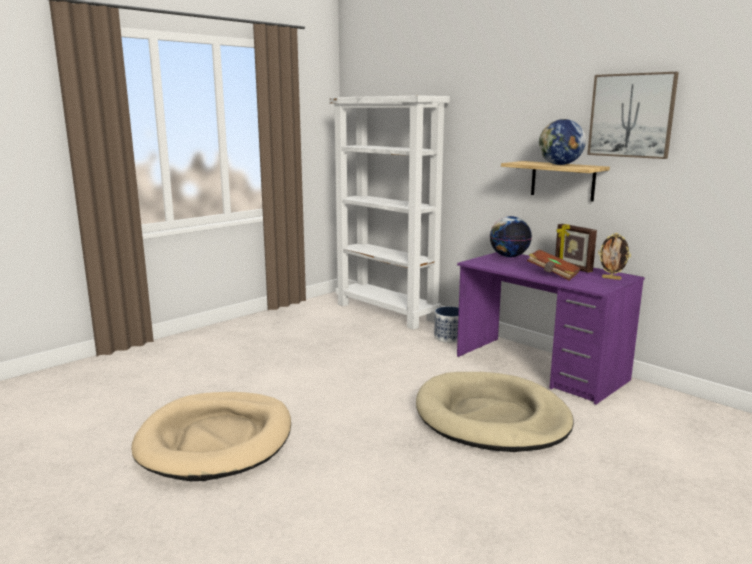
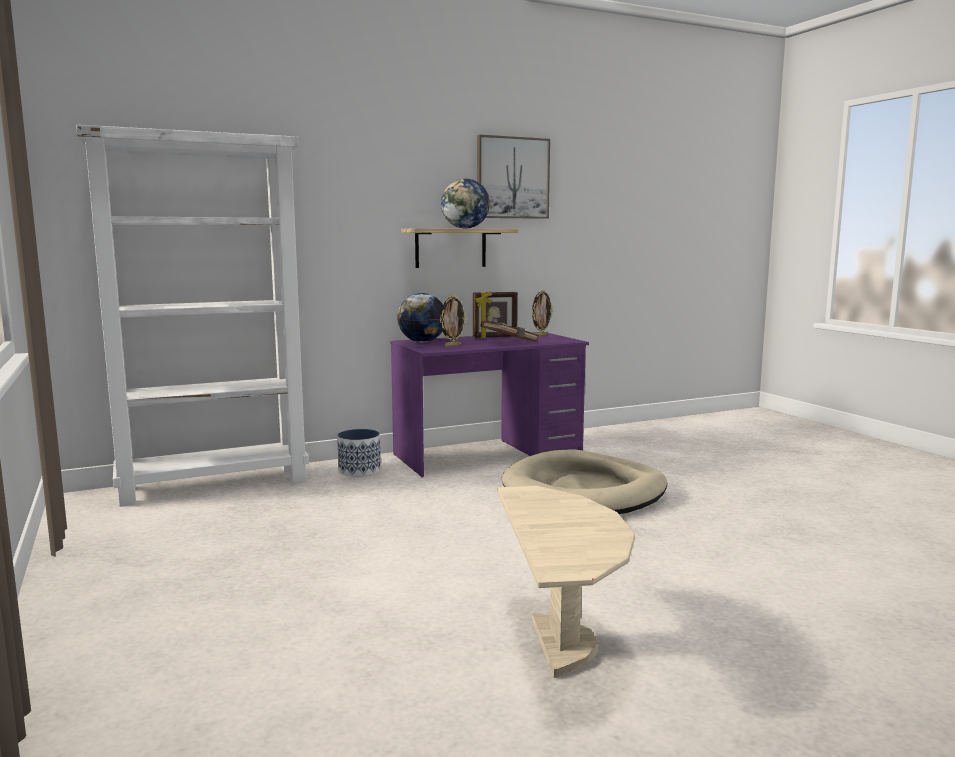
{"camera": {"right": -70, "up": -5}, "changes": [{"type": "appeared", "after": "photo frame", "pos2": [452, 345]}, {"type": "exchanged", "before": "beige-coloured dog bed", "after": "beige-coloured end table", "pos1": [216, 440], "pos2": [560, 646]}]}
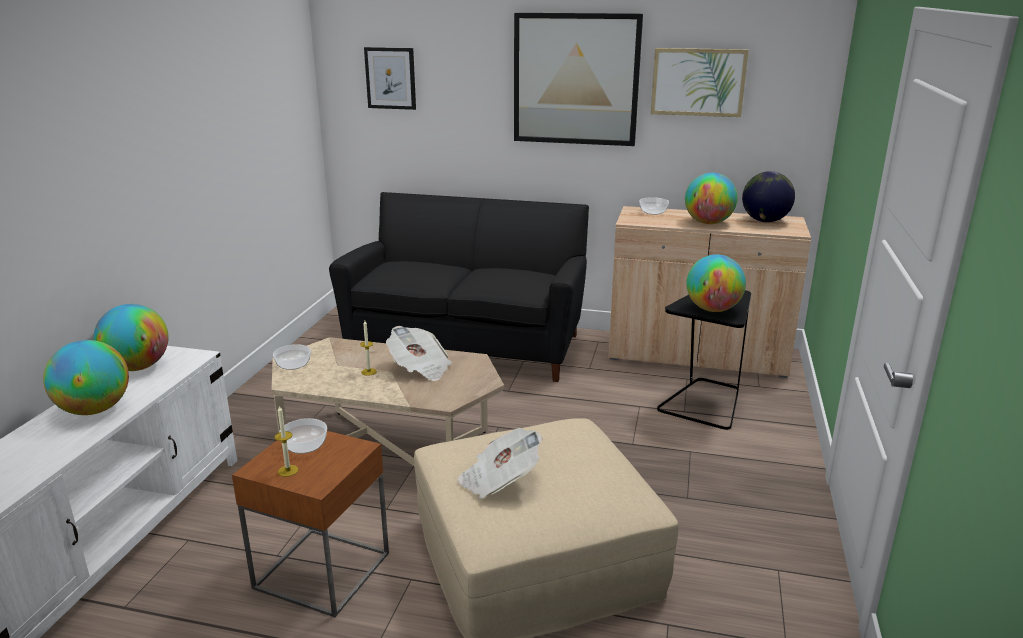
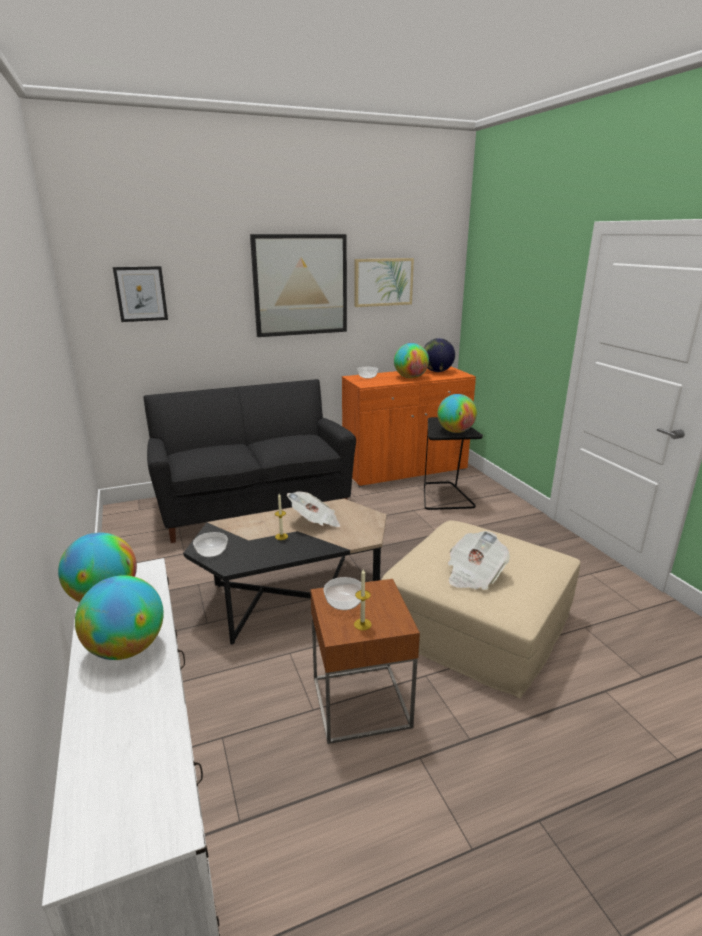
{"camera": {"right": -35, "up": 0}, "changes": [{"type": "colour", "before": "beige-coloured low table", "after": "black-coloured low table", "pos1": [390, 449], "pos2": [294, 596]}, {"type": "colour", "before": "beige-coloured cupboard", "after": "orange cupboard", "pos1": [697, 355], "pos2": [405, 470]}]}
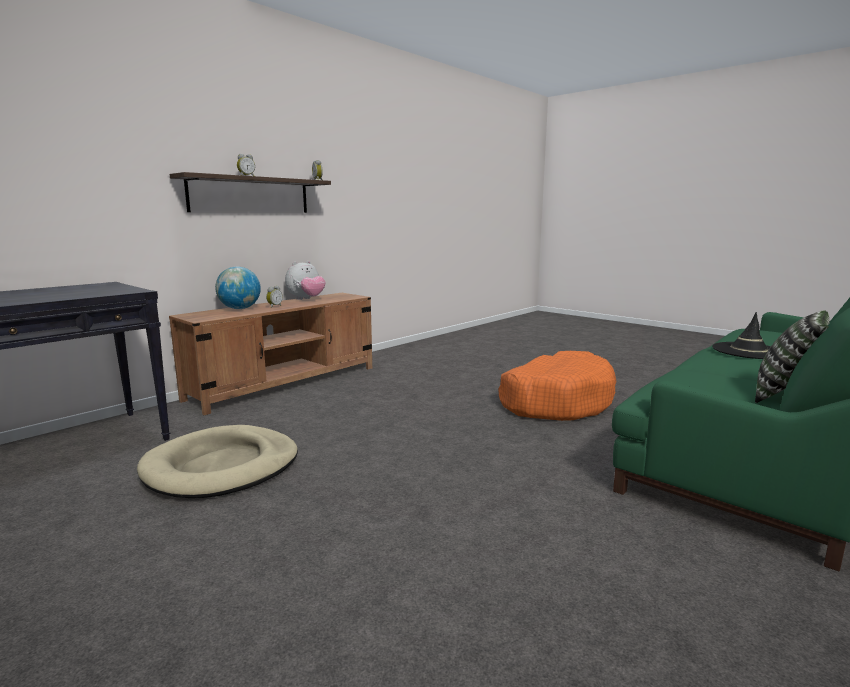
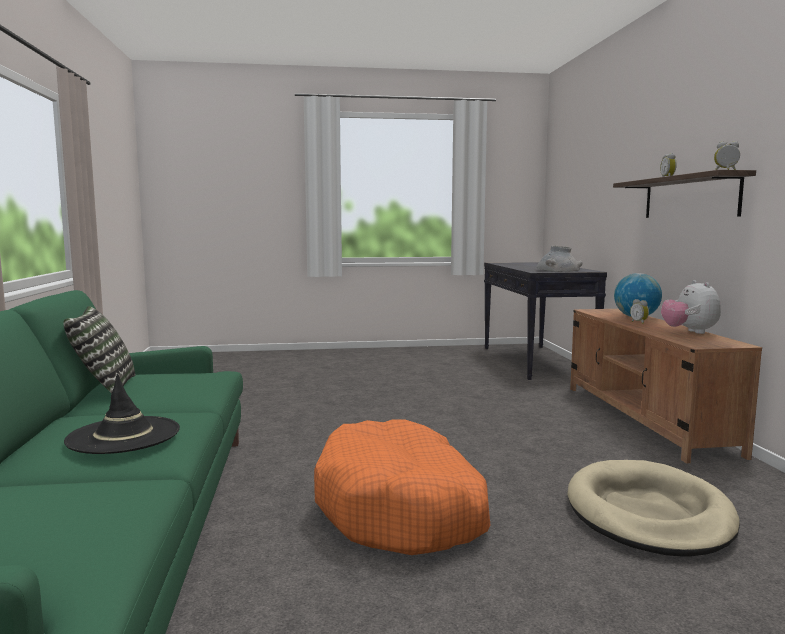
{"camera": {"right": 130, "up": -5}, "changes": [{"type": "appeared", "after": "grey vase", "pos2": [558, 270]}, {"type": "relocated", "before": "beige-coloured dog bed", "pos1": [222, 467], "pos2": [648, 514]}]}
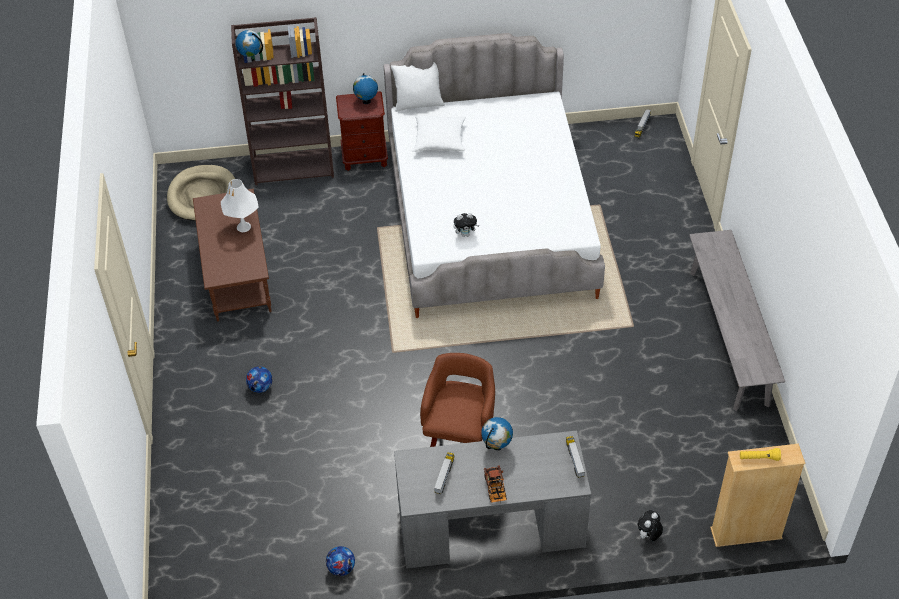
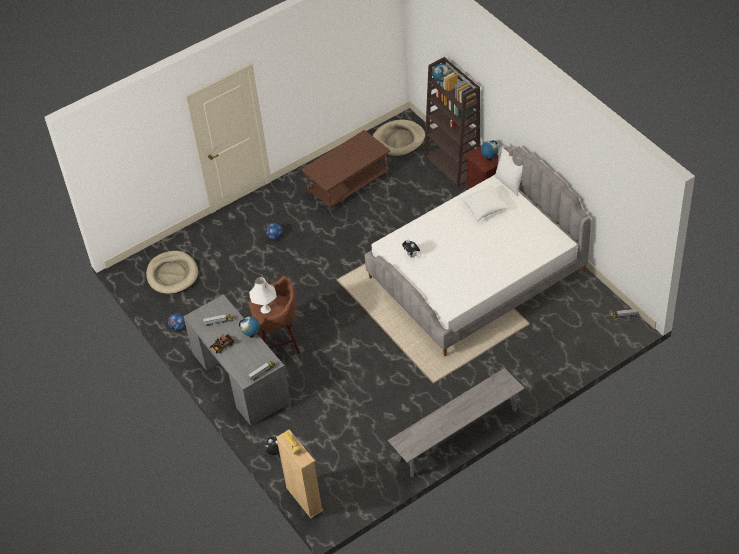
{"camera": {"right": 65, "up": 0}, "changes": [{"type": "appeared", "after": "beige-coloured dog bed", "pos2": [172, 274]}, {"type": "relocated", "before": "white-coloured table lamp", "pos1": [243, 227], "pos2": [265, 309]}]}
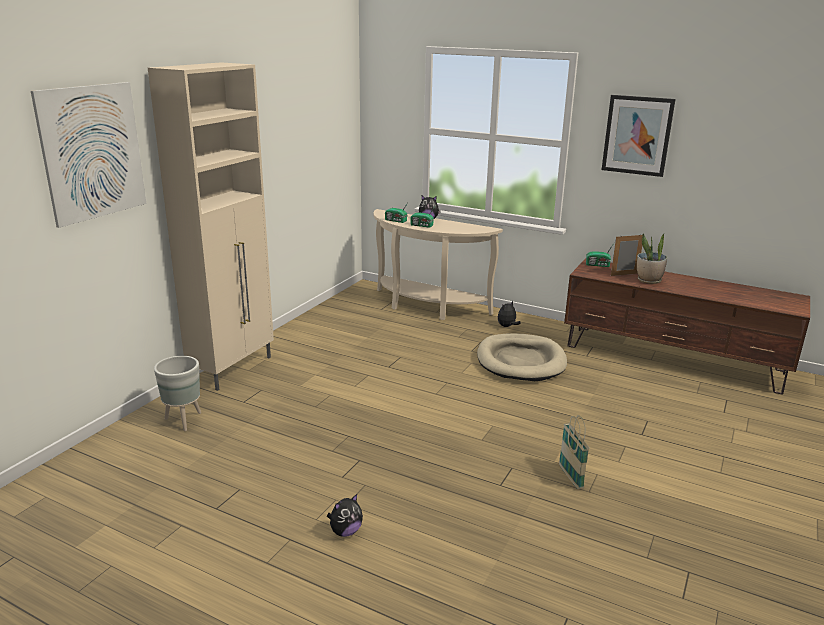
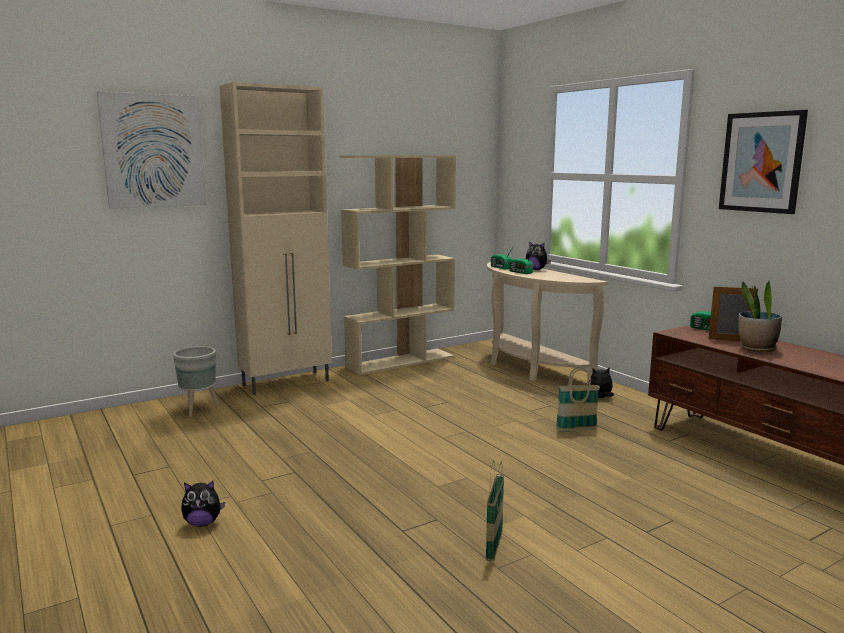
{"camera": {"right": 30, "up": -10}, "changes": [{"type": "appeared", "after": "beige-coloured bookshelf", "pos2": [401, 361]}, {"type": "exchanged", "before": "beige-coloured dog bed", "after": "household basket", "pos1": [521, 361], "pos2": [576, 429]}]}
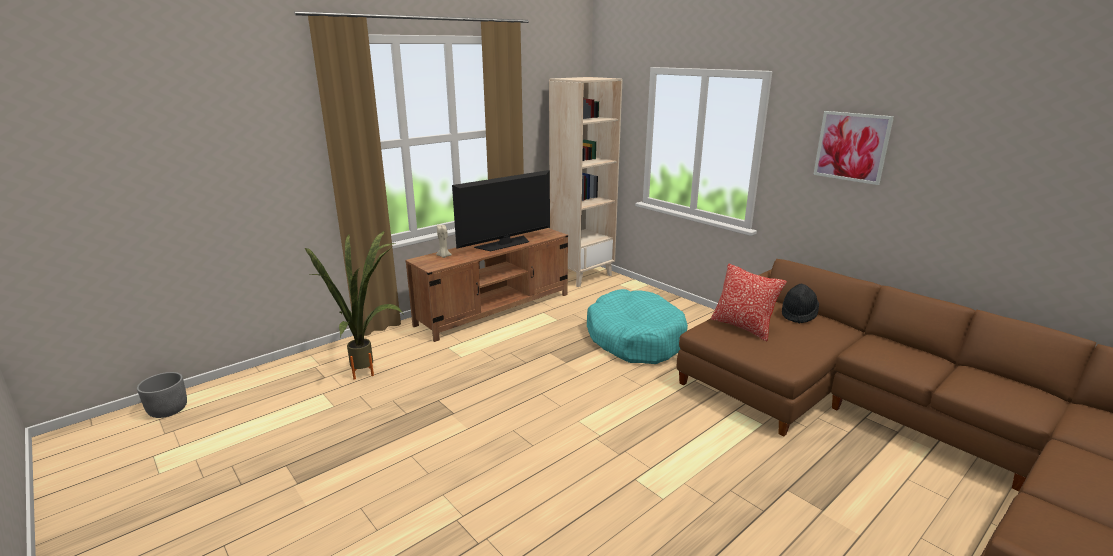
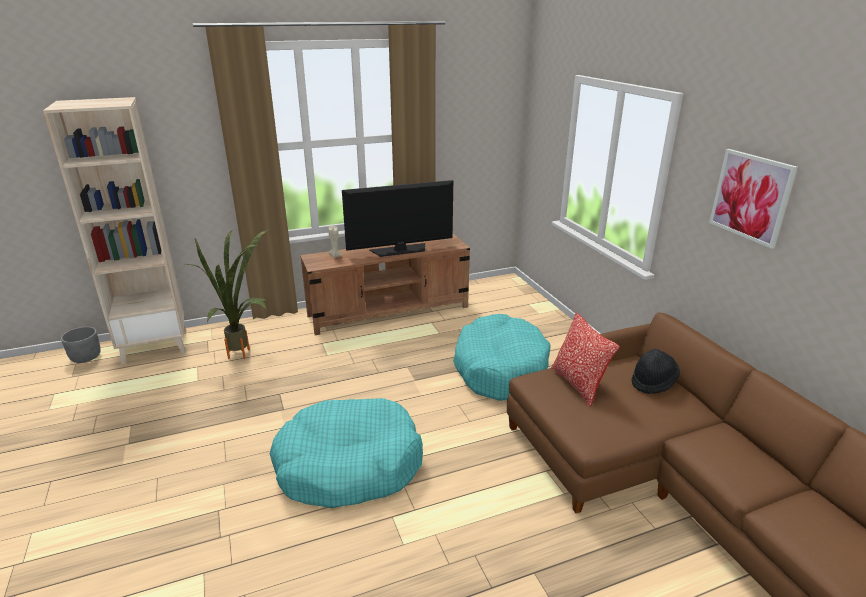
{"camera": {"right": 20, "up": 5}, "changes": [{"type": "appeared", "after": "turquoise dog bed", "pos2": [349, 465]}, {"type": "relocated", "before": "beige-coloured bookshelf", "pos1": [582, 275], "pos2": [155, 346]}]}
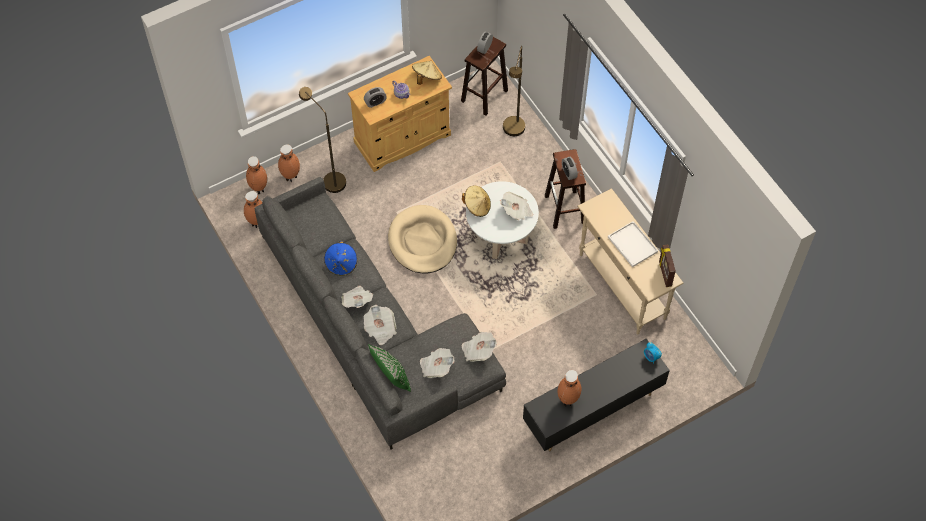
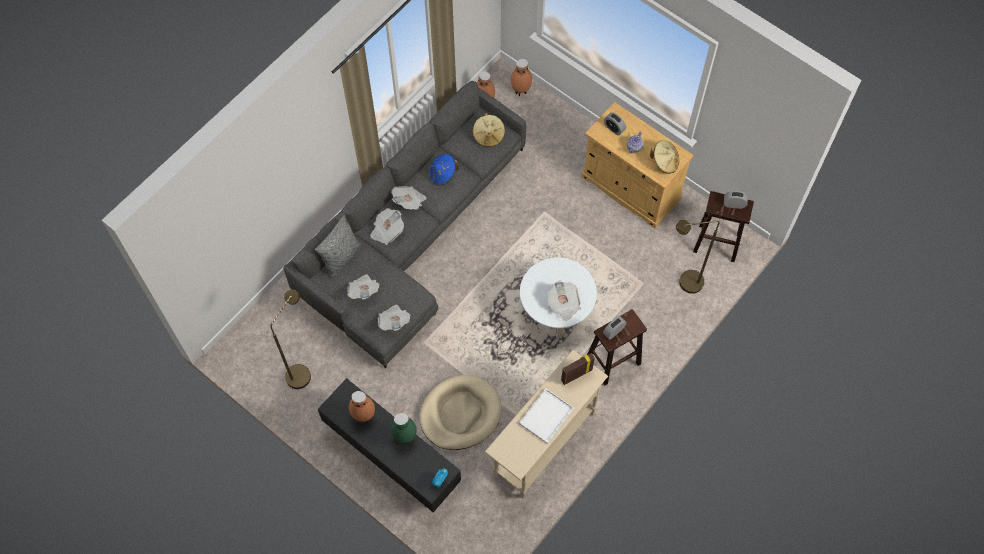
{"camera": {"right": 70, "up": 5}, "changes": [{"type": "missing", "before": "brownish vase", "pos1": [290, 177]}, {"type": "appeared", "after": "green-coloured vase", "pos2": [404, 438]}, {"type": "relocated", "before": "brownish standard lamp", "pos1": [329, 179], "pos2": [301, 370]}, {"type": "relocated", "before": "beige-coloured dog bed", "pos1": [422, 241], "pos2": [460, 414]}, {"type": "relocated", "before": "beige-coloured clothing hat", "pos1": [477, 206], "pos2": [489, 136]}, {"type": "relocated", "before": "photo frame", "pos1": [664, 274], "pos2": [576, 374]}, {"type": "colour", "before": "green-coloured throw pillow", "after": "grey throw pillow", "pos1": [391, 377], "pos2": [341, 257]}]}
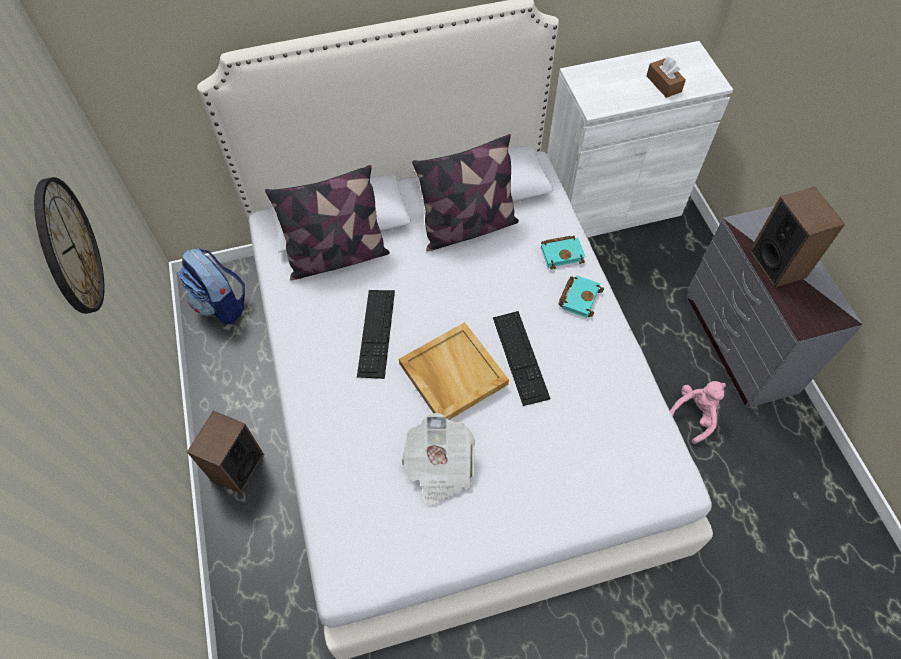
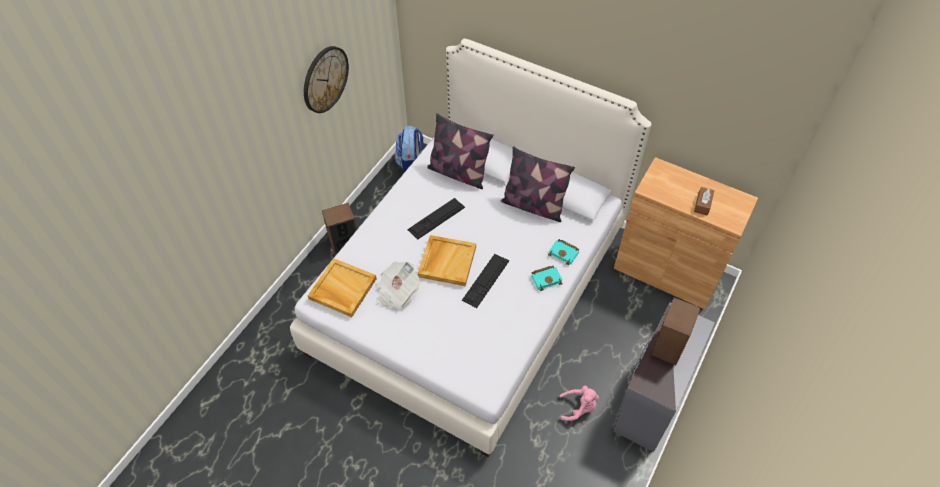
{"camera": {"right": 45, "up": -5}, "changes": [{"type": "appeared", "after": "beige-coloured tray", "pos2": [342, 289]}, {"type": "colour", "before": "white-coloured cupboard", "after": "brownish cupboard", "pos1": [610, 205], "pos2": [667, 271]}]}
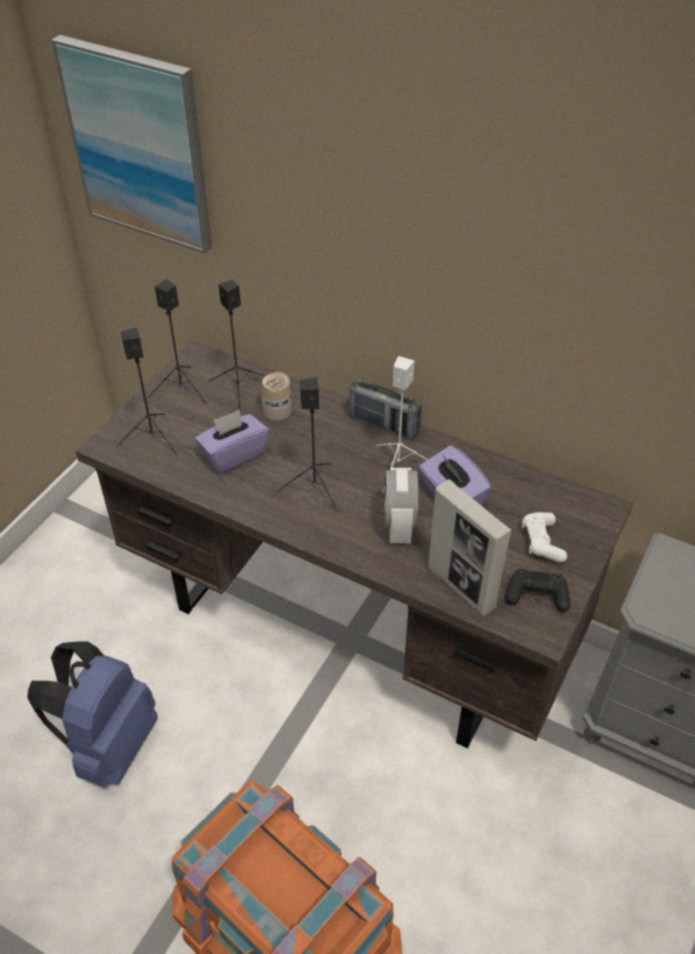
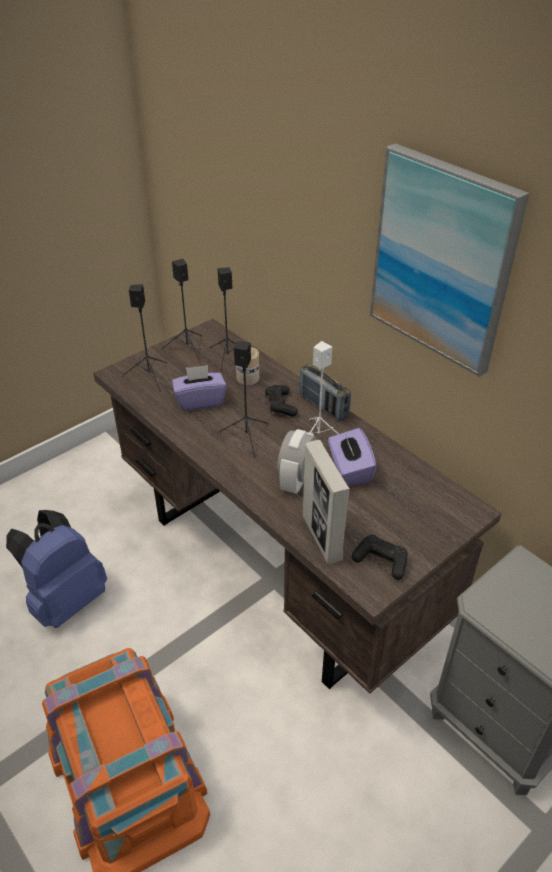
{"camera": {"right": 20, "up": -5}, "changes": [{"type": "missing", "before": "white-coloured joypad", "pos1": [542, 542]}, {"type": "appeared", "after": "black-coloured joypad", "pos2": [280, 405]}, {"type": "relocated", "before": "wall picture", "pos1": [139, 145], "pos2": [442, 260]}]}
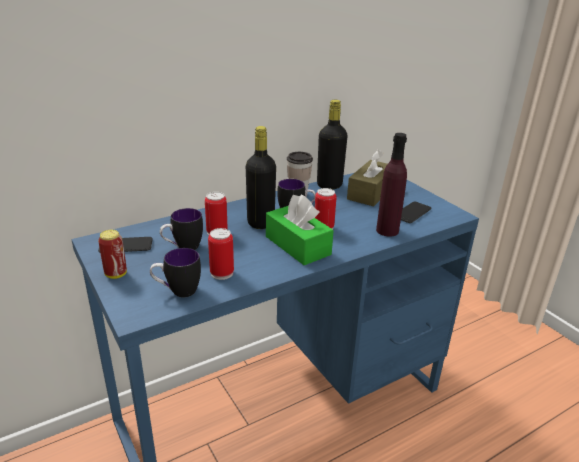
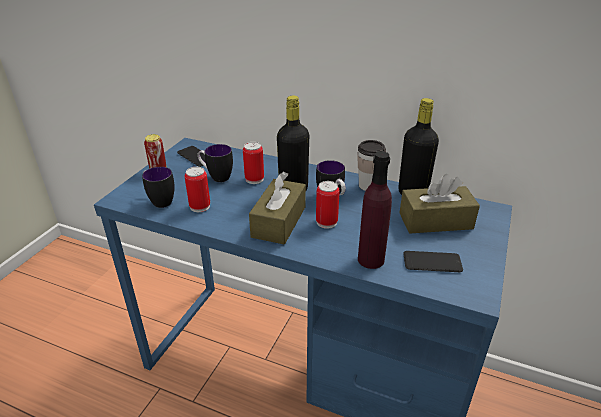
{"camera": {"right": 55, "up": 5}, "changes": [{"type": "colour", "before": "green-coloured tissue holder", "after": "brownish tissue holder", "pos1": [297, 245], "pos2": [279, 222]}]}
